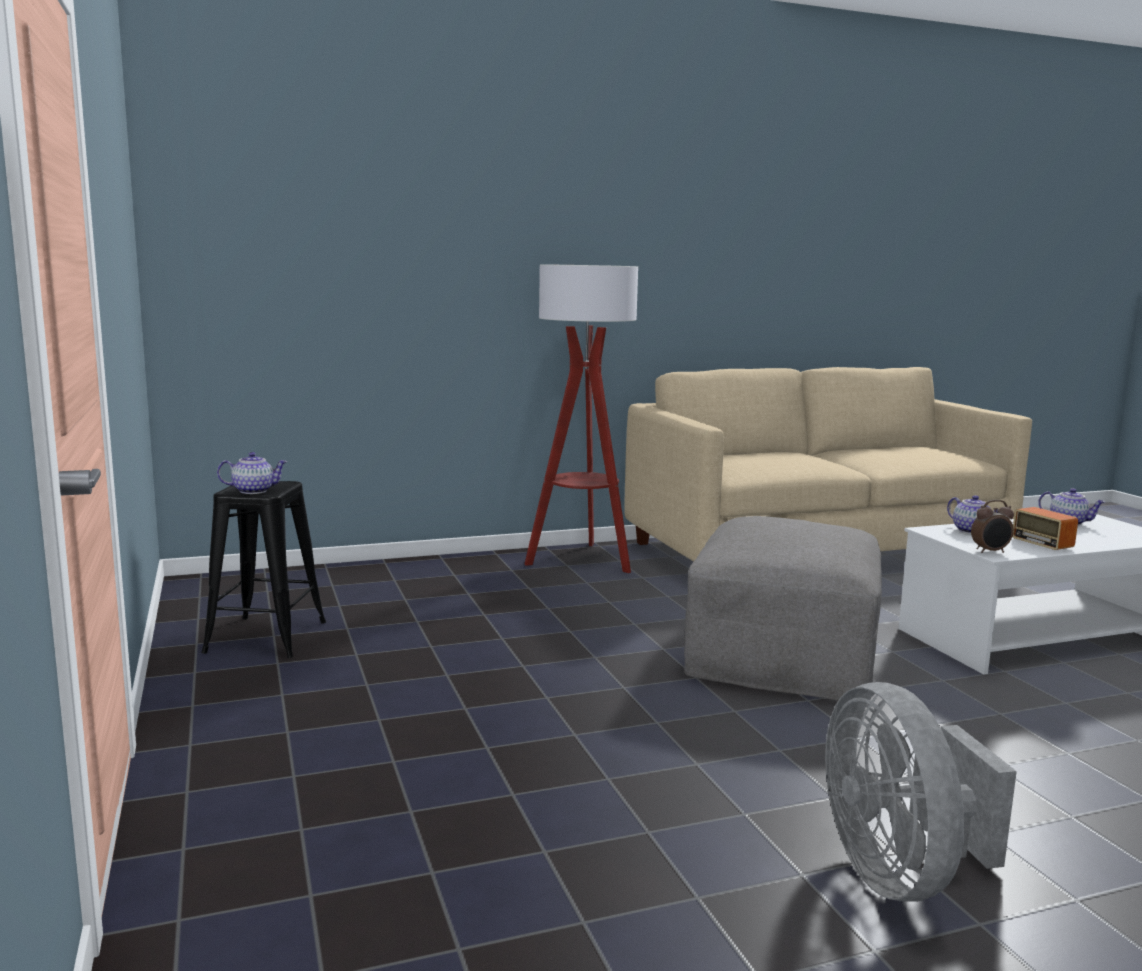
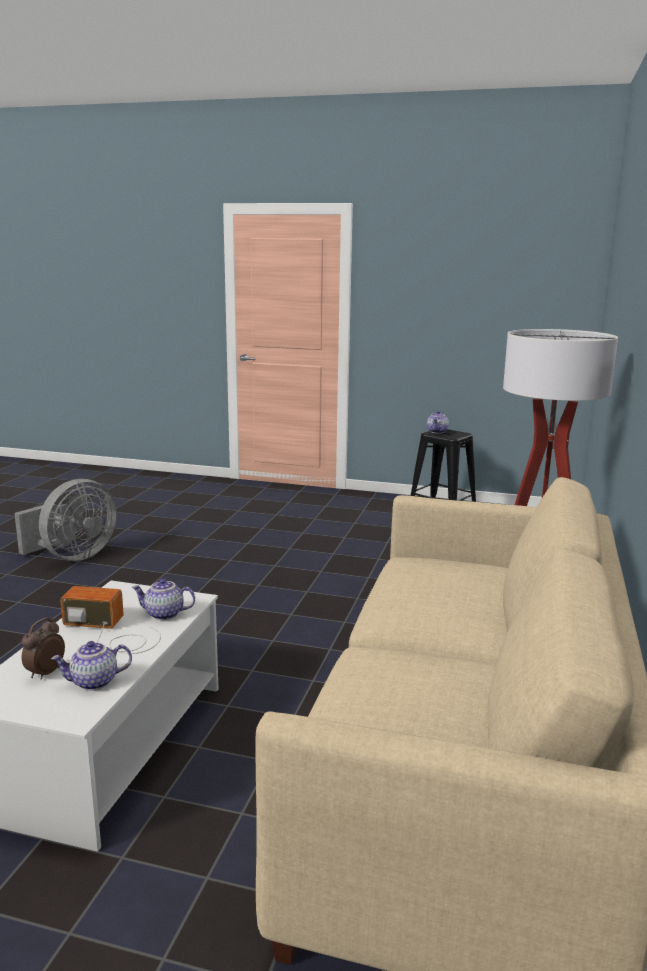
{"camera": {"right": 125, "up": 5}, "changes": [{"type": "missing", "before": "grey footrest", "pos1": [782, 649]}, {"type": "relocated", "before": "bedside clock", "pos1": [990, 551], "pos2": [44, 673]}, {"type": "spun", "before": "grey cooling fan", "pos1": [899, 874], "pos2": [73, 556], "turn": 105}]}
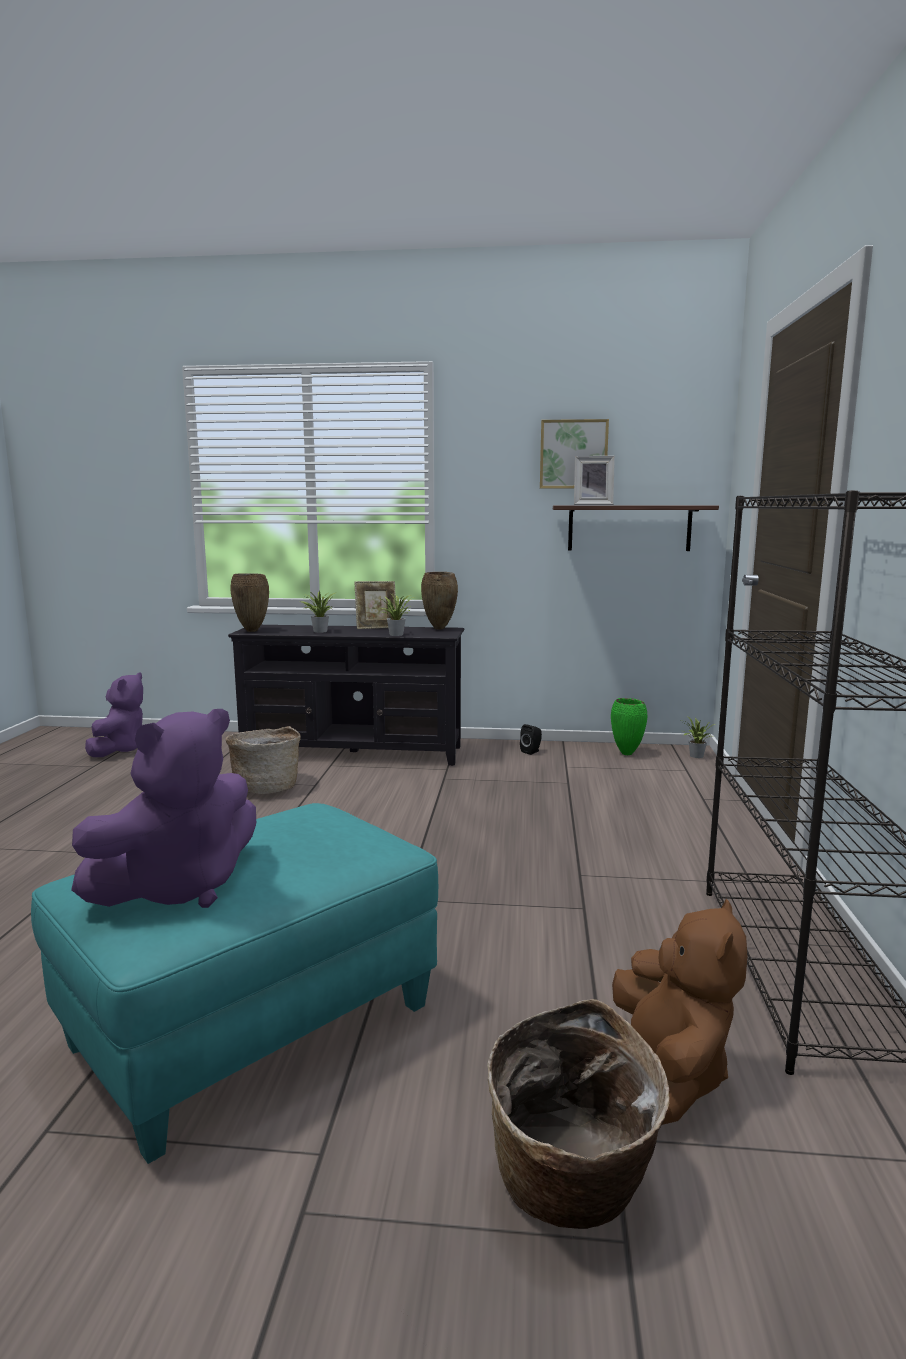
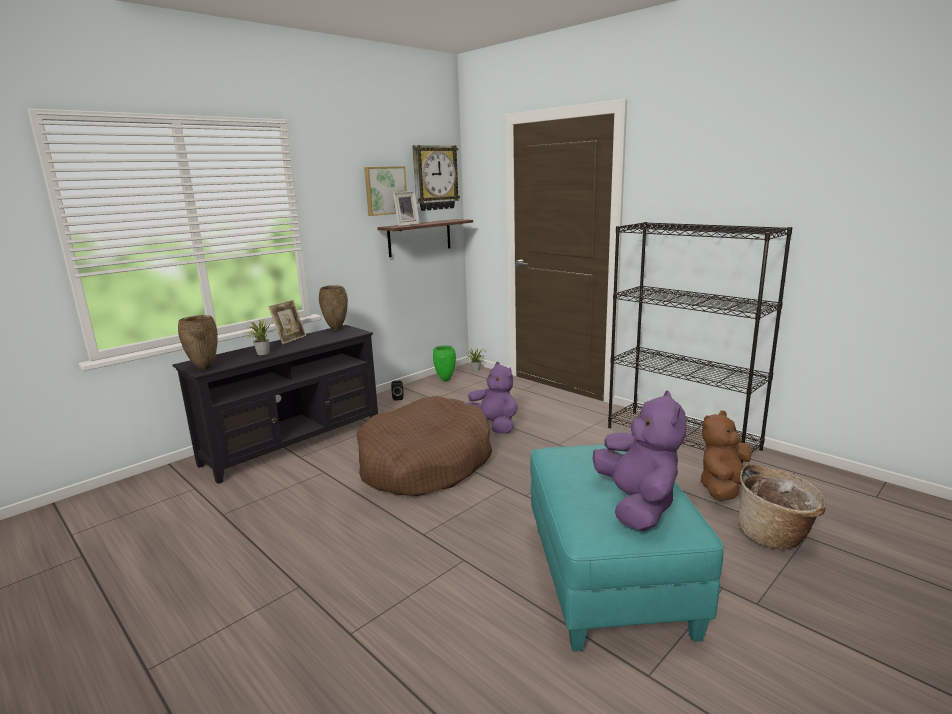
{"camera": {"right": -50, "up": 5}, "changes": [{"type": "missing", "before": "household basket", "pos1": [266, 787]}, {"type": "missing", "before": "houseplant", "pos1": [397, 634]}, {"type": "appeared", "after": "brownish dog bed", "pos2": [425, 463]}, {"type": "appeared", "after": "hanging clock", "pos2": [434, 178]}, {"type": "relocated", "before": "purple plush toy", "pos1": [120, 750], "pos2": [494, 425]}, {"type": "spun", "before": "brownish plush toy", "pos1": [668, 1074], "pos2": [725, 490], "turn": -90}]}
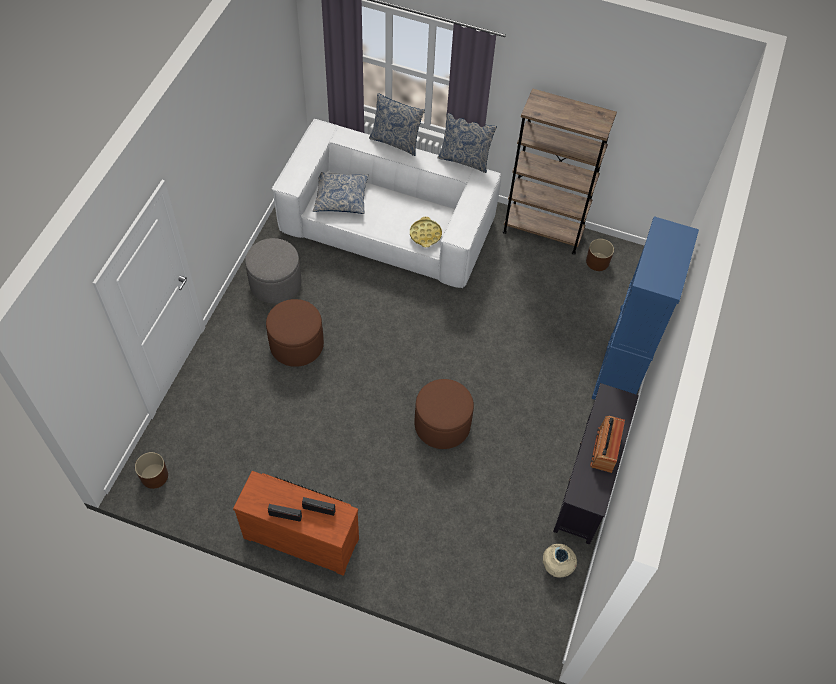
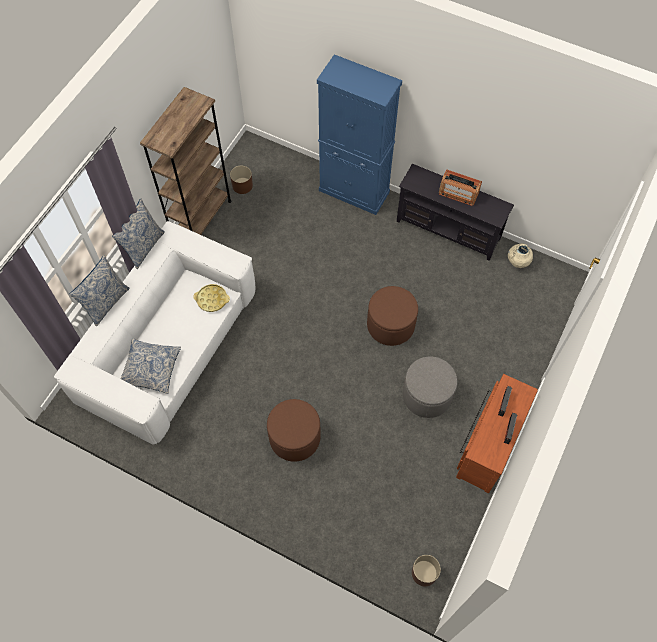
{"camera": {"right": -80, "up": 5}, "changes": [{"type": "relocated", "before": "grey footrest", "pos1": [275, 283], "pos2": [427, 395]}]}
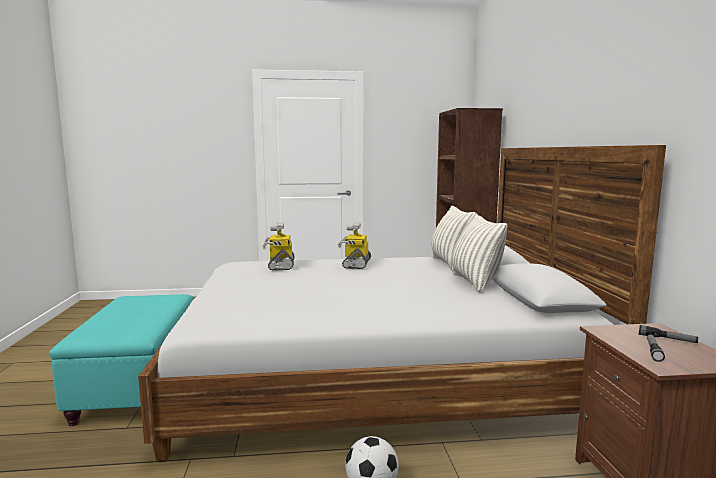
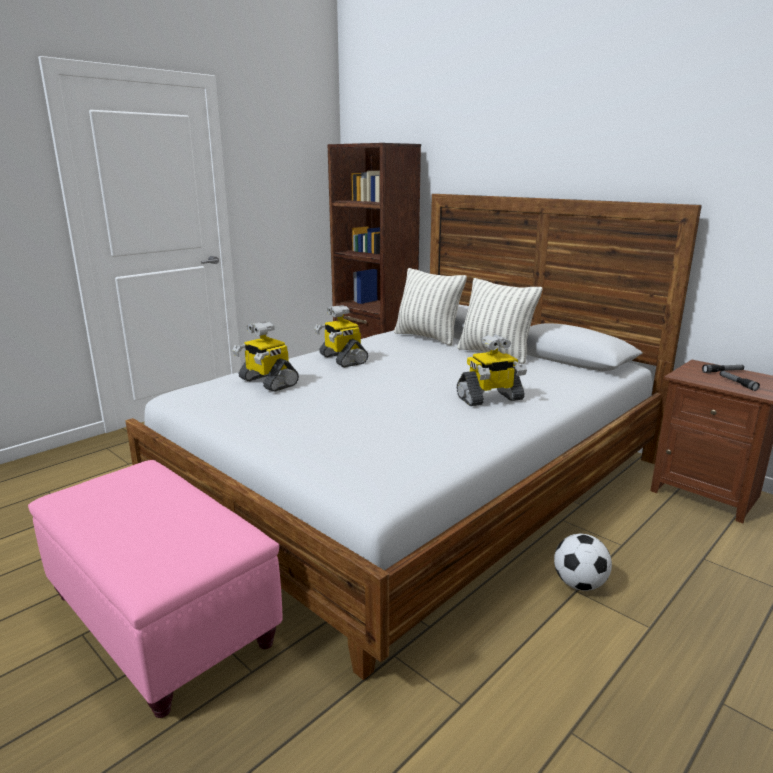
{"camera": {"right": -40, "up": 10}, "changes": [{"type": "appeared", "after": "robot figure", "pos2": [489, 398]}, {"type": "colour", "before": "turquoise footrest", "after": "pink footrest", "pos1": [138, 386], "pos2": [162, 620]}]}
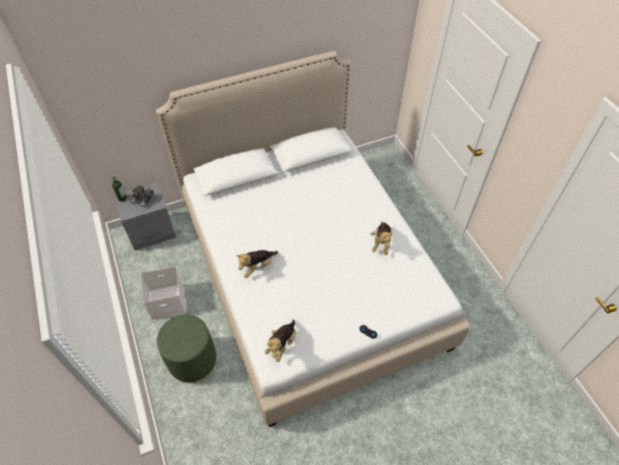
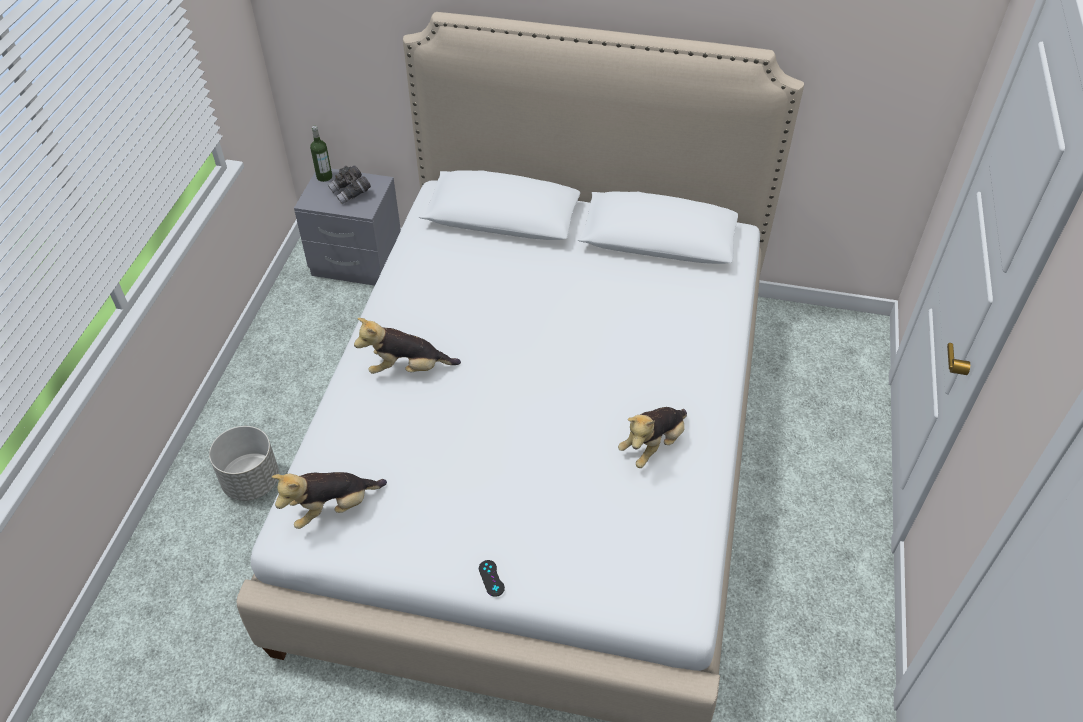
{"camera": {"right": 35, "up": -5}, "changes": [{"type": "missing", "before": "white-coloured storage bin", "pos1": [166, 302]}, {"type": "exchanged", "before": "green-coloured footrest", "after": "grey flower pot", "pos1": [192, 360], "pos2": [251, 481]}]}
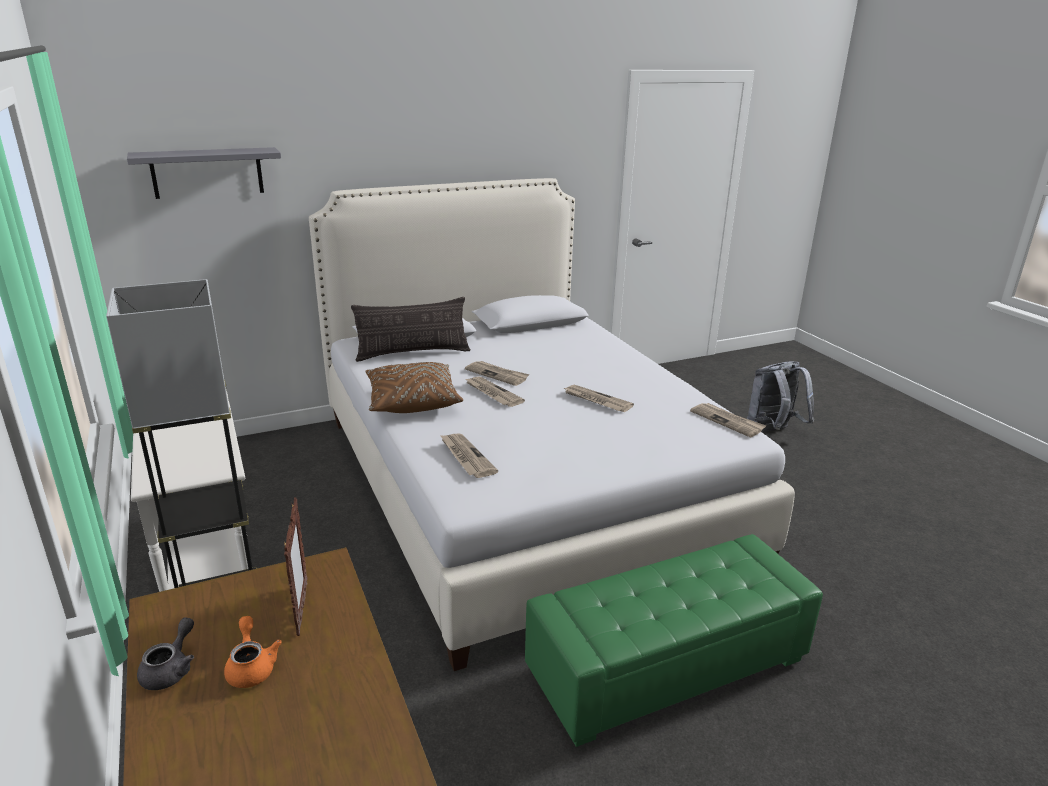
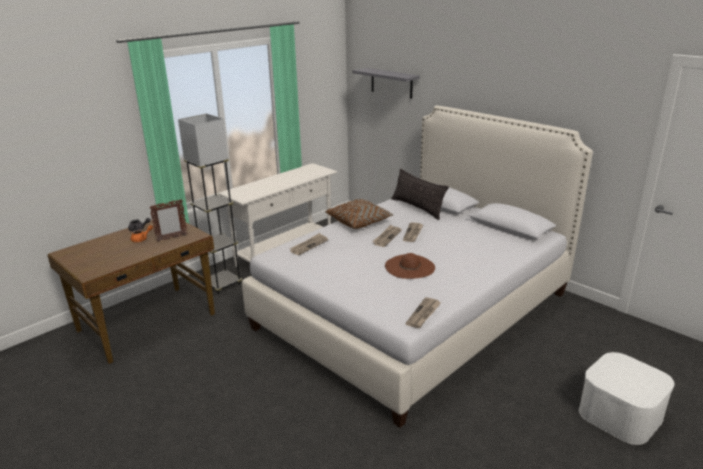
{"camera": {"right": 70, "up": 0}, "changes": [{"type": "missing", "before": "green-coloured footrest", "pos1": [666, 664]}, {"type": "exchanged", "before": "daily paper", "after": "brownish clothing hat", "pos1": [596, 400], "pos2": [409, 267]}, {"type": "exchanged", "before": "grey knapsack", "after": "white-coloured storage bin", "pos1": [772, 432], "pos2": [620, 414]}]}
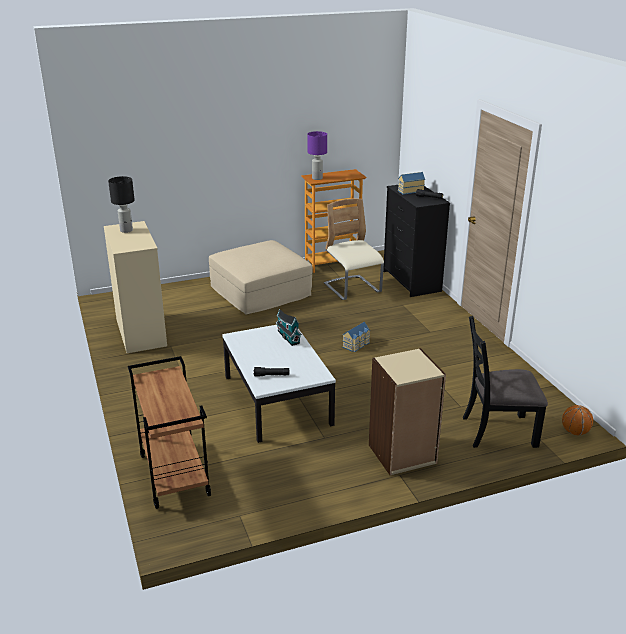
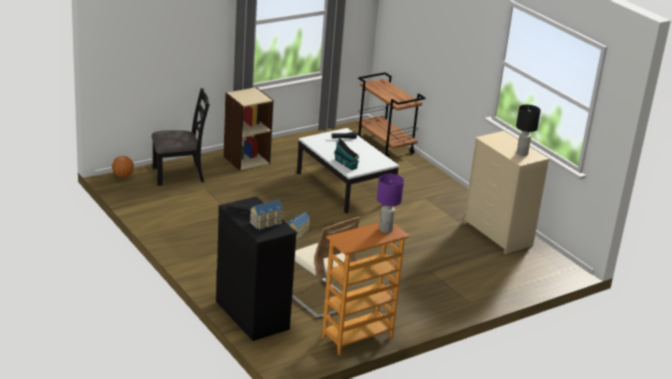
{"camera": {"right": 165, "up": 0}, "changes": [{"type": "missing", "before": "beige-coloured footrest", "pos1": [261, 292]}]}
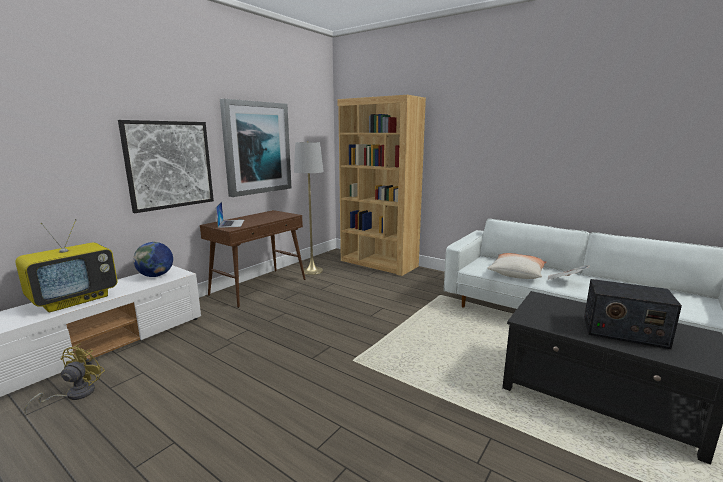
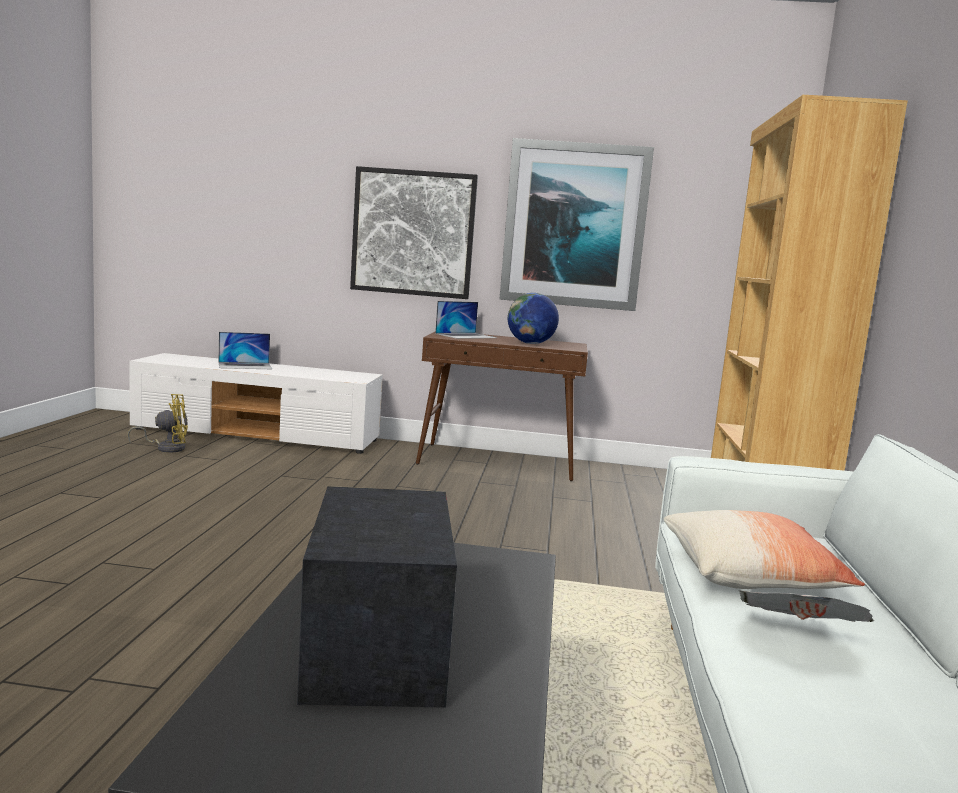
{"camera": {"right": 60, "up": -5}, "changes": [{"type": "missing", "before": "grey standard lamp", "pos1": [312, 271]}, {"type": "relocated", "before": "world globe", "pos1": [156, 275], "pos2": [530, 343]}, {"type": "exchanged", "before": "television", "after": "laptop", "pos1": [75, 299], "pos2": [245, 366]}]}
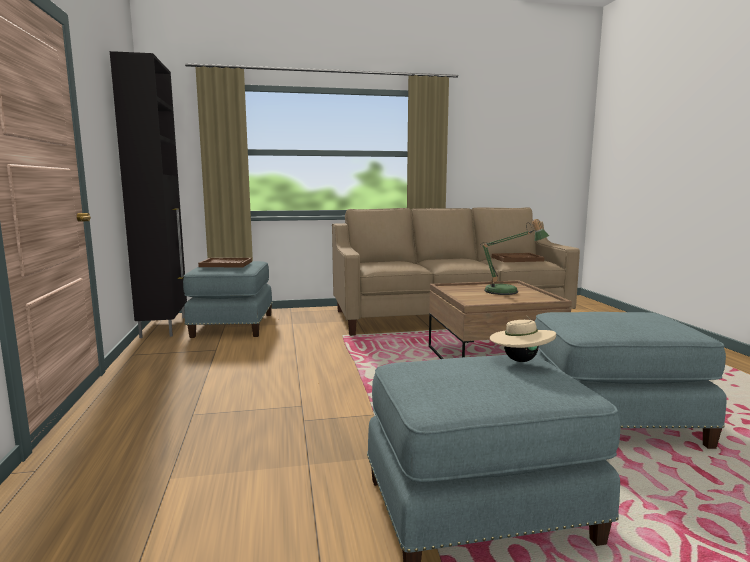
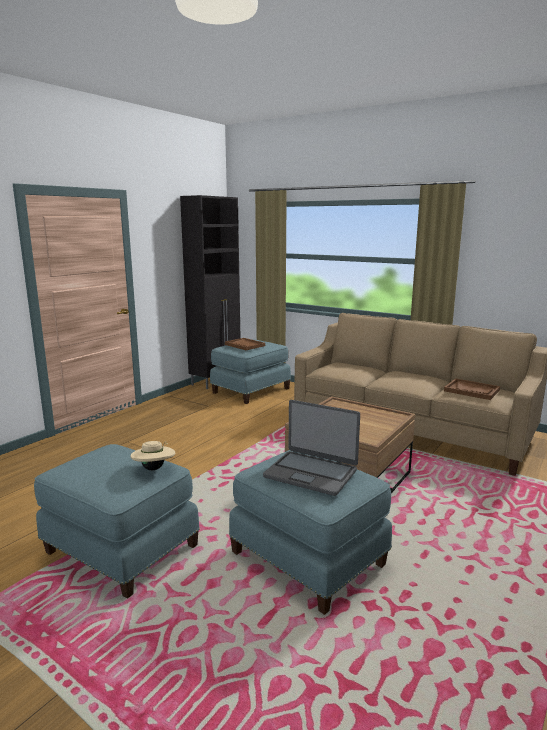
{"camera": {"right": 45, "up": 5}, "changes": [{"type": "missing", "before": "table lamp", "pos1": [507, 292]}, {"type": "appeared", "after": "laptop", "pos2": [311, 473]}]}
